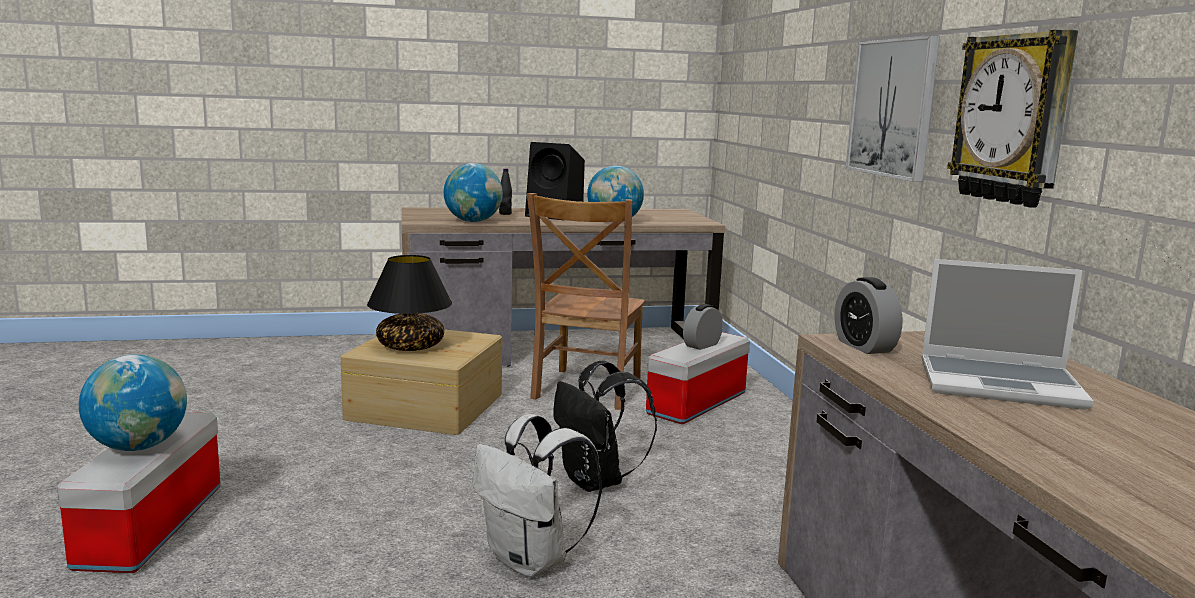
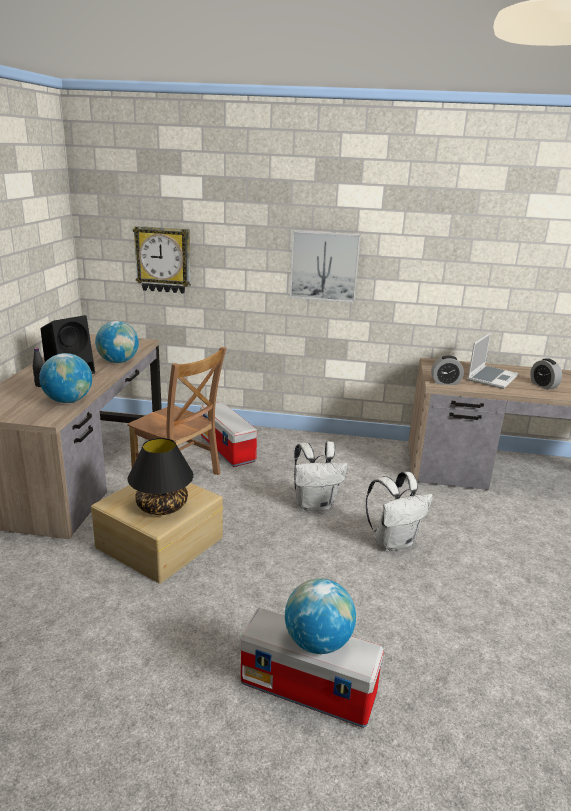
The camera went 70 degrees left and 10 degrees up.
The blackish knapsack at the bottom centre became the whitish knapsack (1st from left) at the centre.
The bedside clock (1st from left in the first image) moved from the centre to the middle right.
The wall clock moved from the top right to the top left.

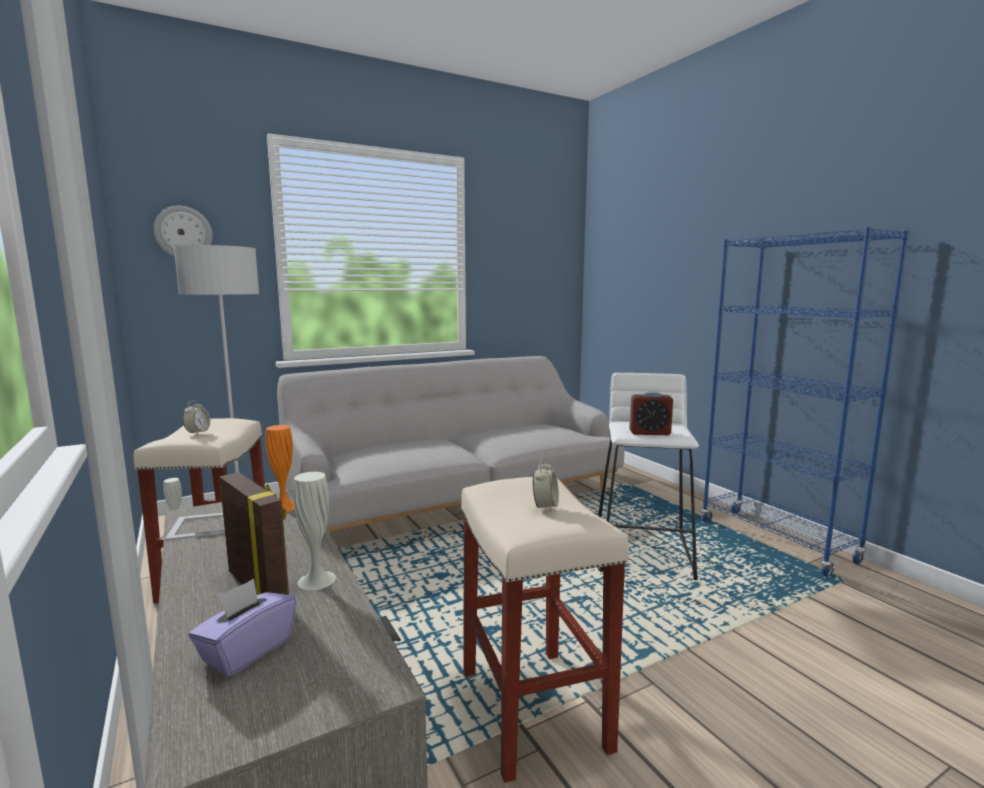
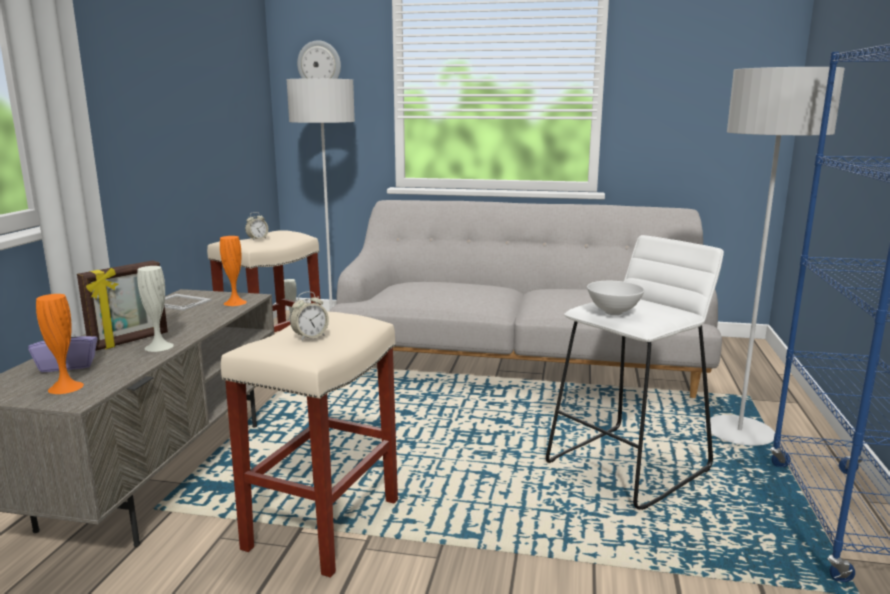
The camera went 40 degrees right and 5 degrees up.
The photo frame (2nd from left in the first image) at the bottom left turned 45 degrees clockwise.
The bedside clock (3rd from left) at the centre was replaced by the whitish bowl at the middle right.
The orange-coloured flower vase (1st from left) at the middle left appeared.
The gray floor lamp (2nd from left) at the middle right appeared.

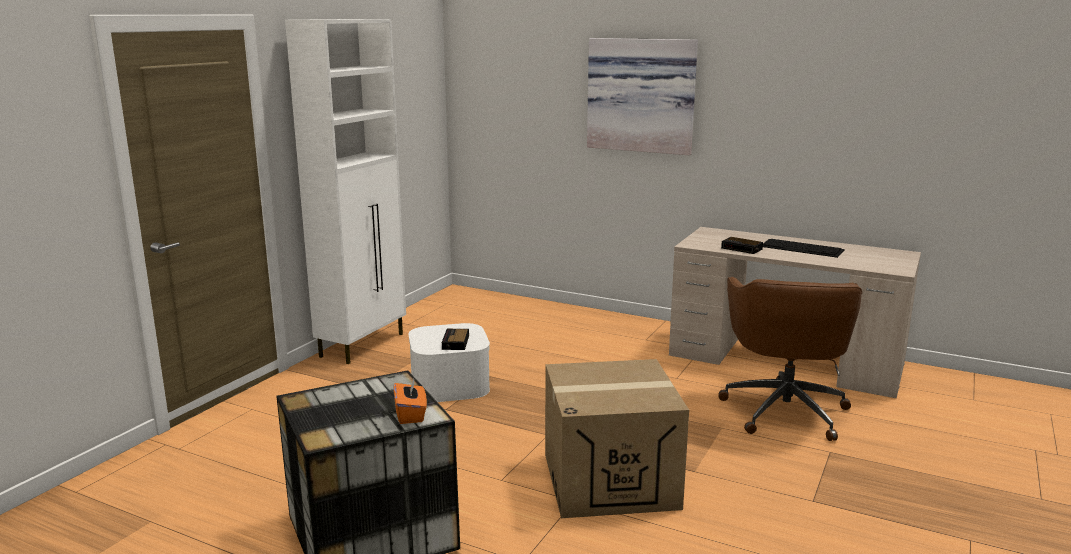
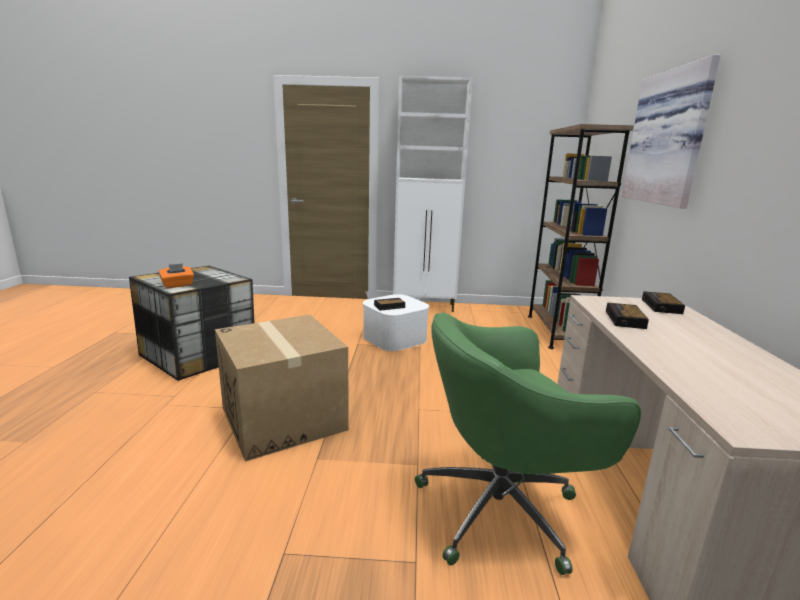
The camera went 65 degrees right and 0 degrees up.
The brownish desk chair at the middle right became the green desk chair at the bottom centre.
The PC keyboard at the middle right disappeared.
The brownish bookshelf at the middle right appeared.
The bedside clock (3rd from left) at the middle right appeared.

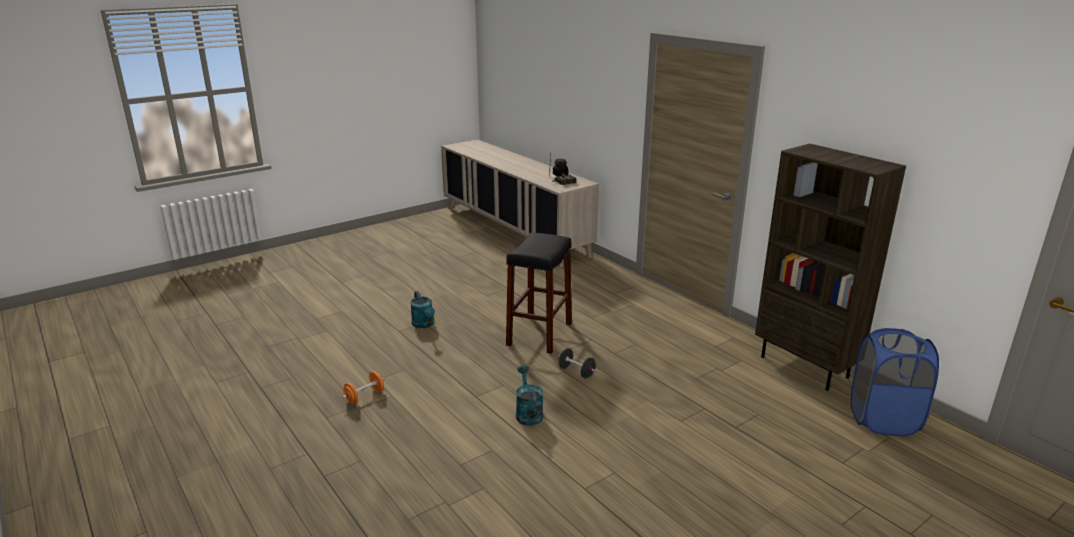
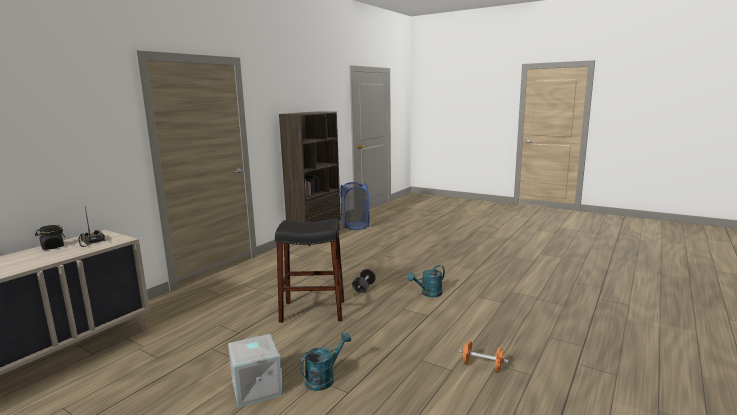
The camera went 110 degrees left and 10 degrees down.
The gray storage bin at the bottom centre appeared.

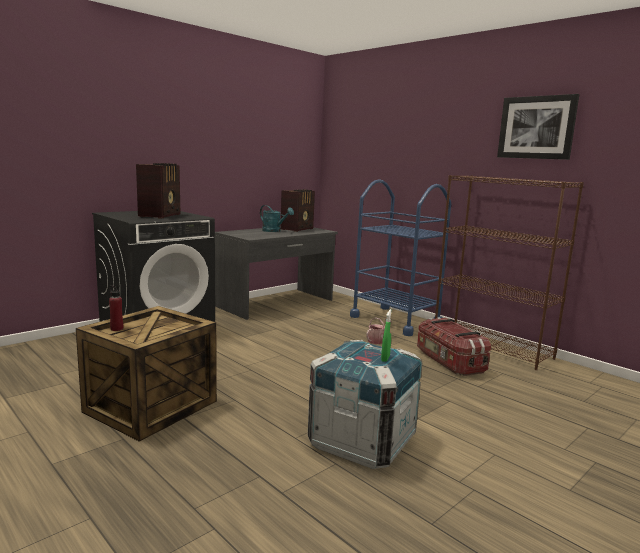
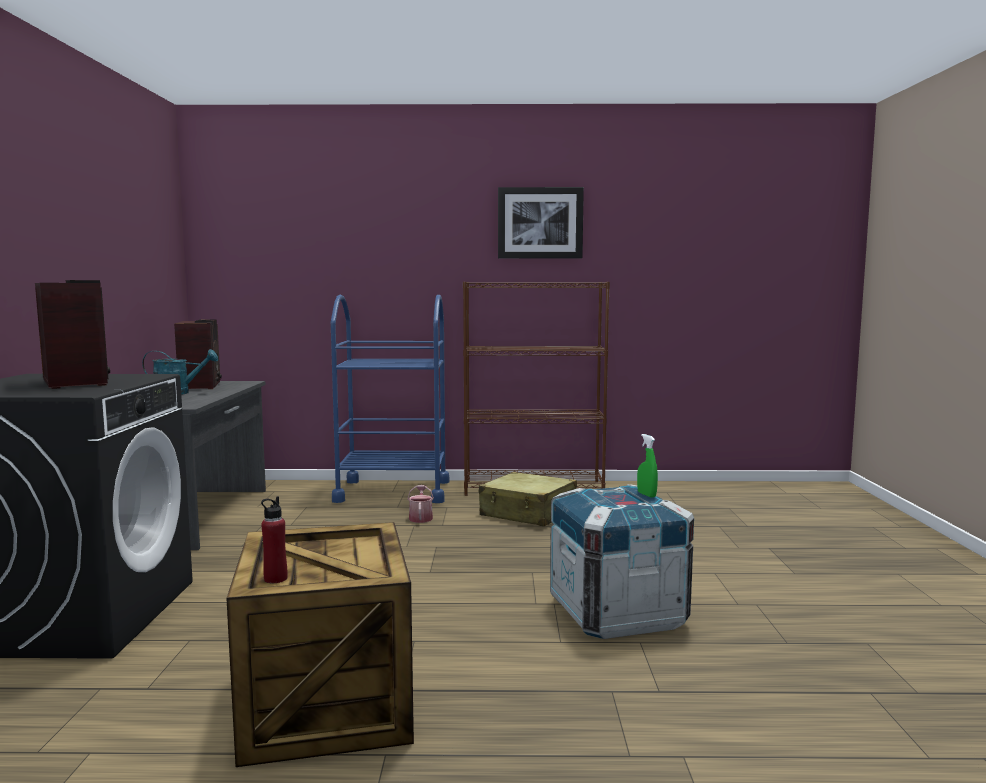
The camera went 45 degrees left and 5 degrees down.
The storage bin at the middle right was replaced by the sand-coloured travel case at the centre.

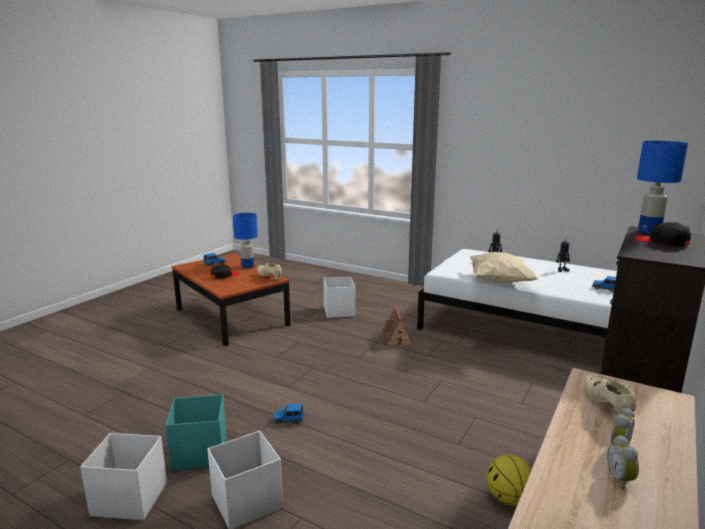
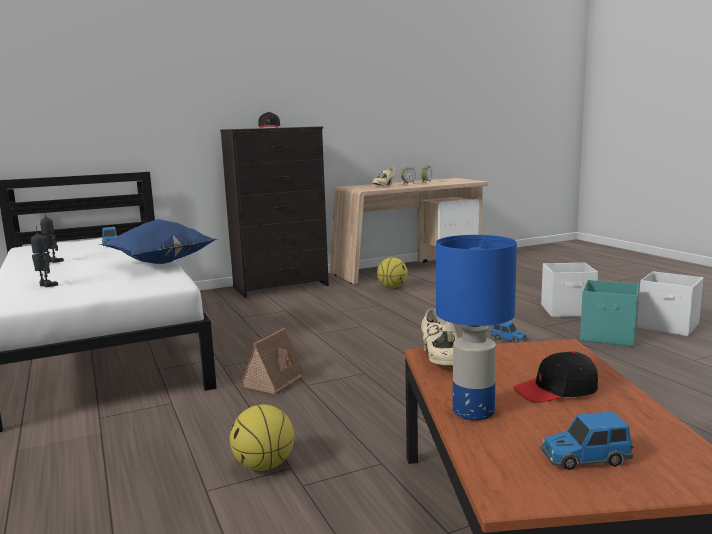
The camera went 145 degrees left and 5 degrees down.
The whitish storage bin (3rd from left) at the centre was replaced by the basketball (1st from left) at the bottom centre.
The sand-coloured cushion at the middle right became the bluish cushion at the middle left.
The bluish table lamp (2nd from left) at the middle right disappeared.

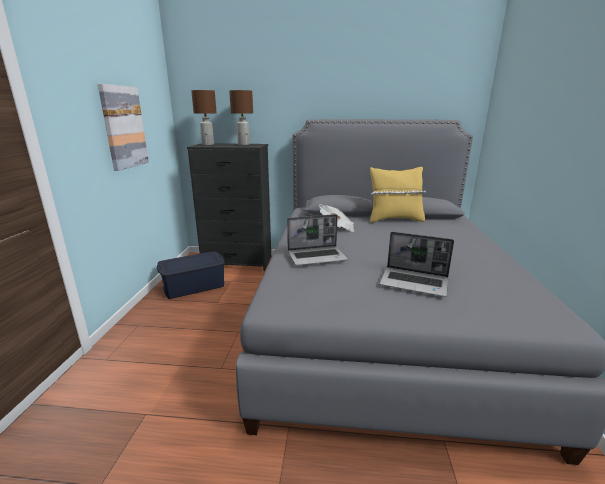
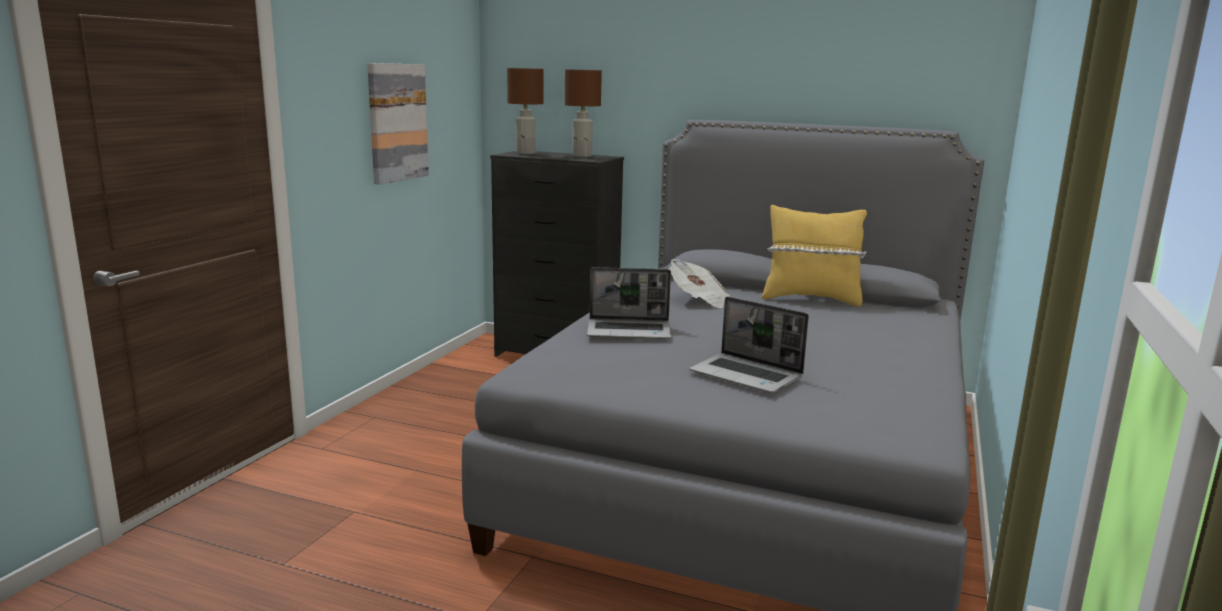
The camera went 15 degrees right and 5 degrees down.
The bluish storage bin at the middle left disappeared.

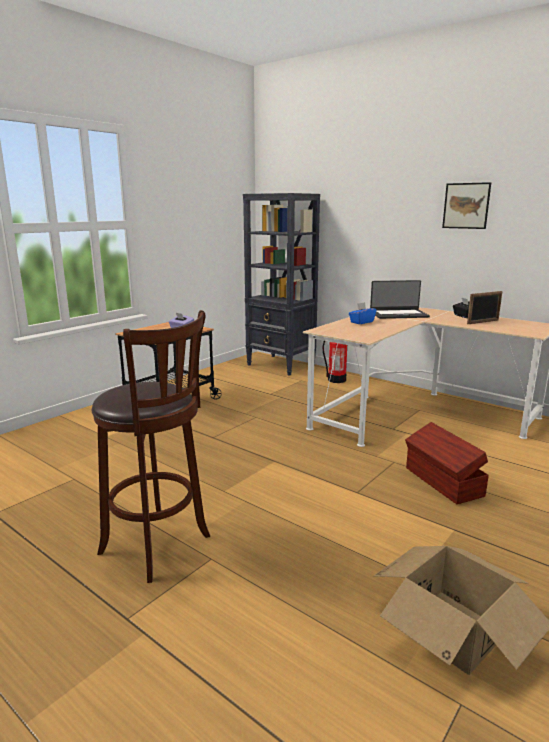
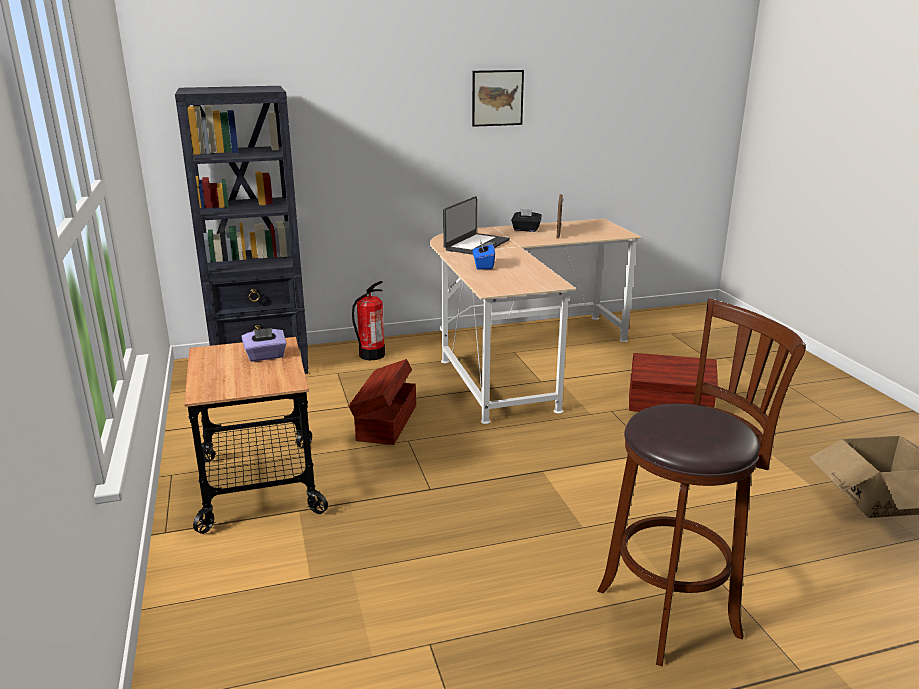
The camera went 55 degrees left and 5 degrees up.
The brownish storage bin (1st from left) at the centre appeared.

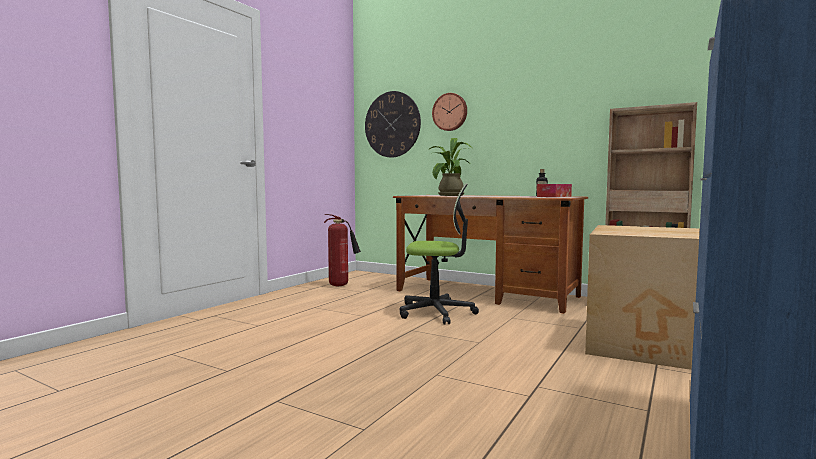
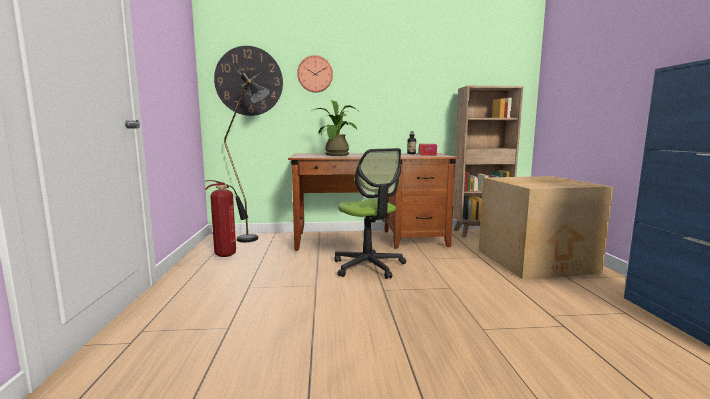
The camera went 35 degrees left and 5 degrees up.
The desk chair at the centre turned 90 degrees clockwise.
The blackish floor lamp at the centre appeared.

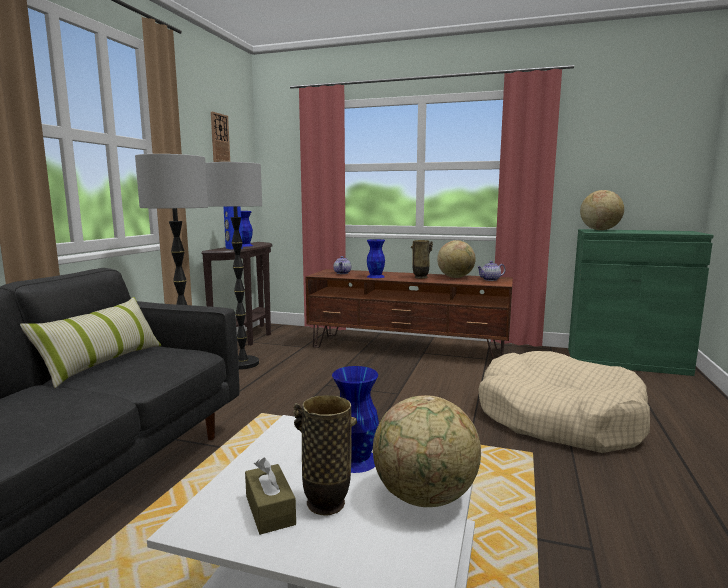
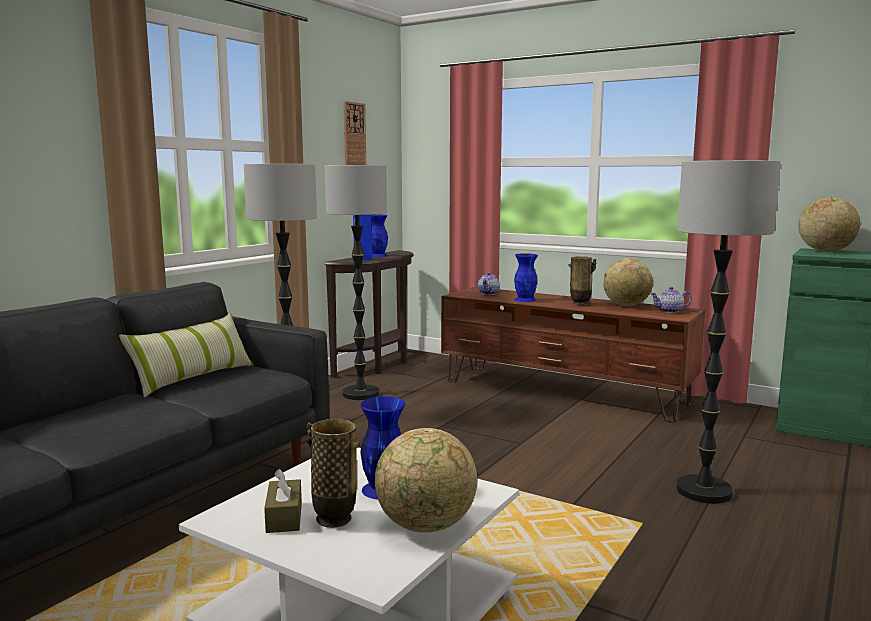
The camera went 15 degrees right and 0 degrees up.
The sand-coloured pet bed at the bottom right was replaced by the floor lamp (3rd from left) at the middle right.

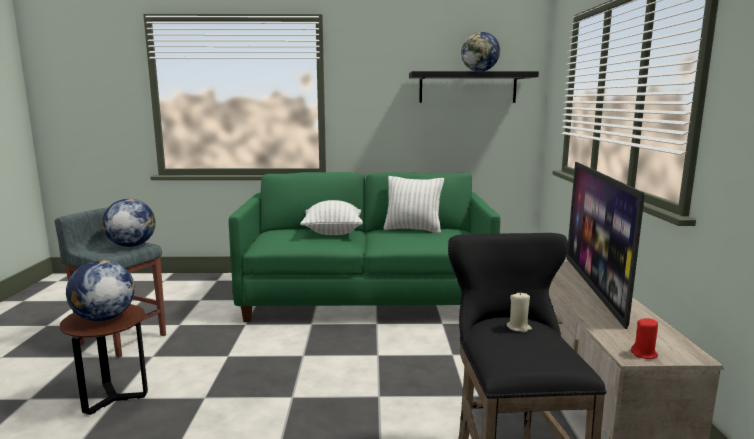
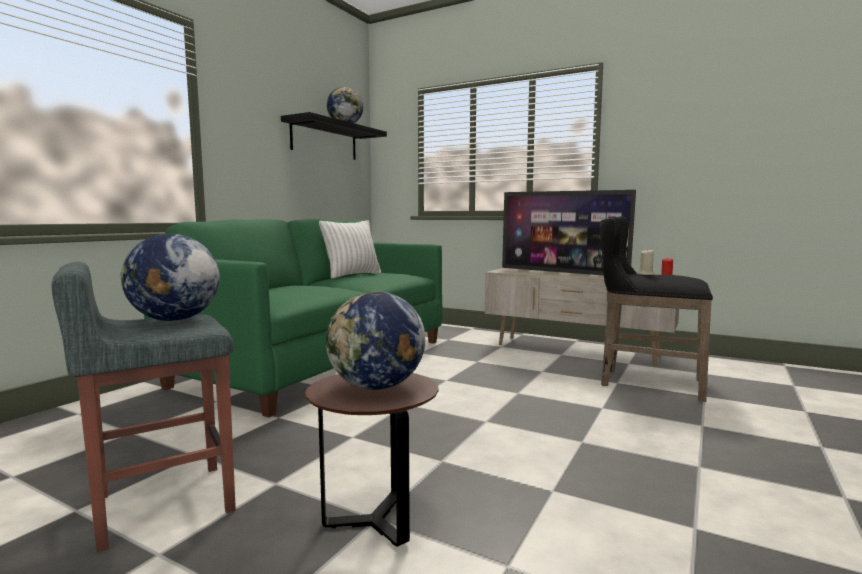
The camera went 60 degrees left and 5 degrees down.
The whitish cushion (1st from left) at the centre disappeared.

